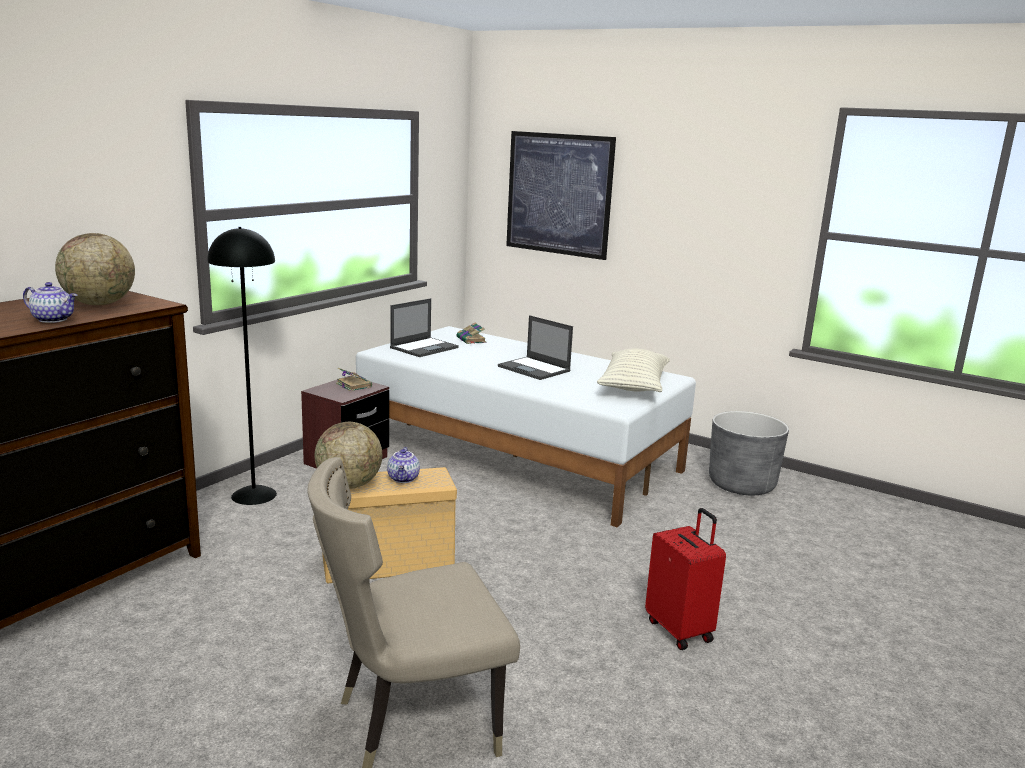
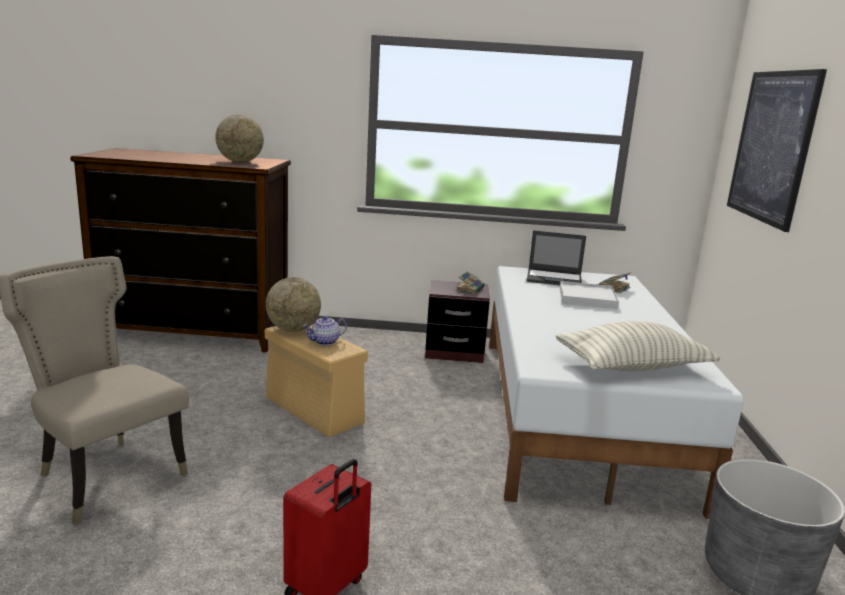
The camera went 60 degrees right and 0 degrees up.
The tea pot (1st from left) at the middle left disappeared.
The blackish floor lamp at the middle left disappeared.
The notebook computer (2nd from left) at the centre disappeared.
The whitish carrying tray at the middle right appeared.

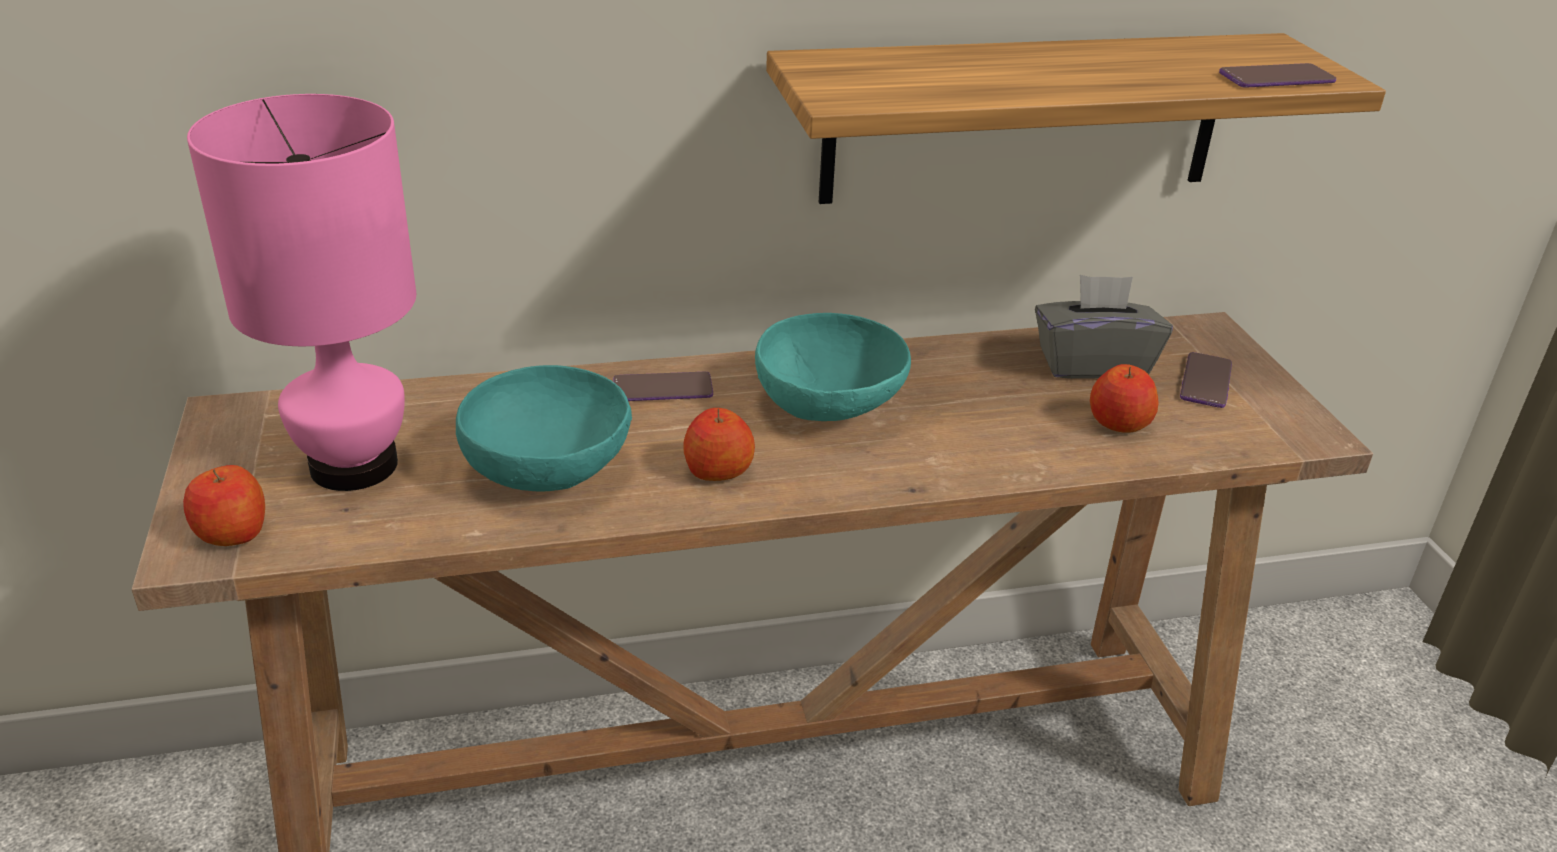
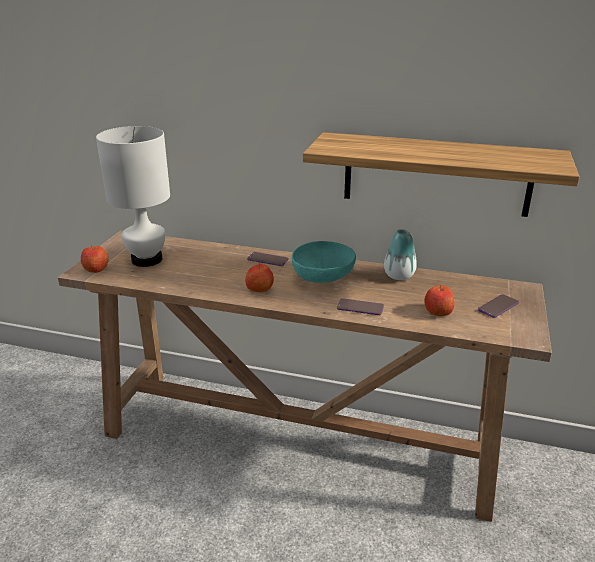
The camera went 30 degrees right and 5 degrees down.
The pink table lamp at the middle left became the whitish table lamp at the middle left.
The turquoise bowl (1st from left) at the centre disappeared.
The gray tissue holder at the middle right disappeared.
The handset (3rd from left in the first image) moved from the top right to the centre.
The flower vase at the middle right appeared.

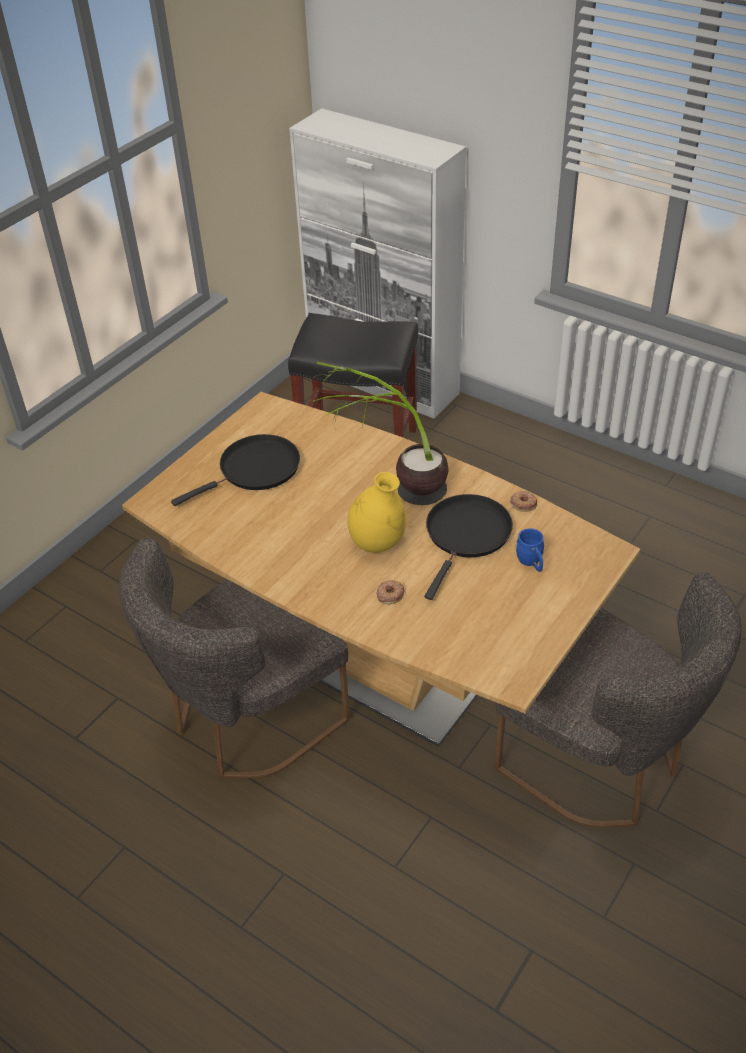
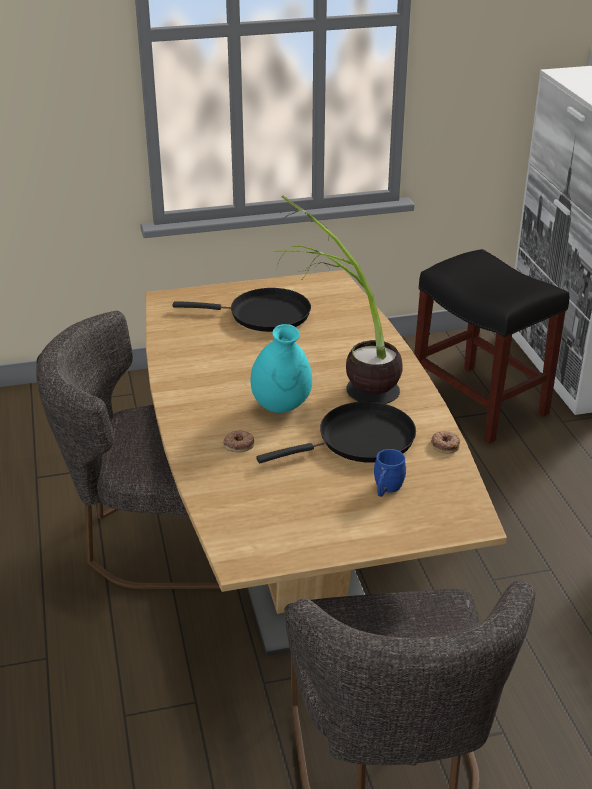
The camera went 40 degrees right and 10 degrees down.
The yellowish flower vase at the centre became the turquoise flower vase at the centre.

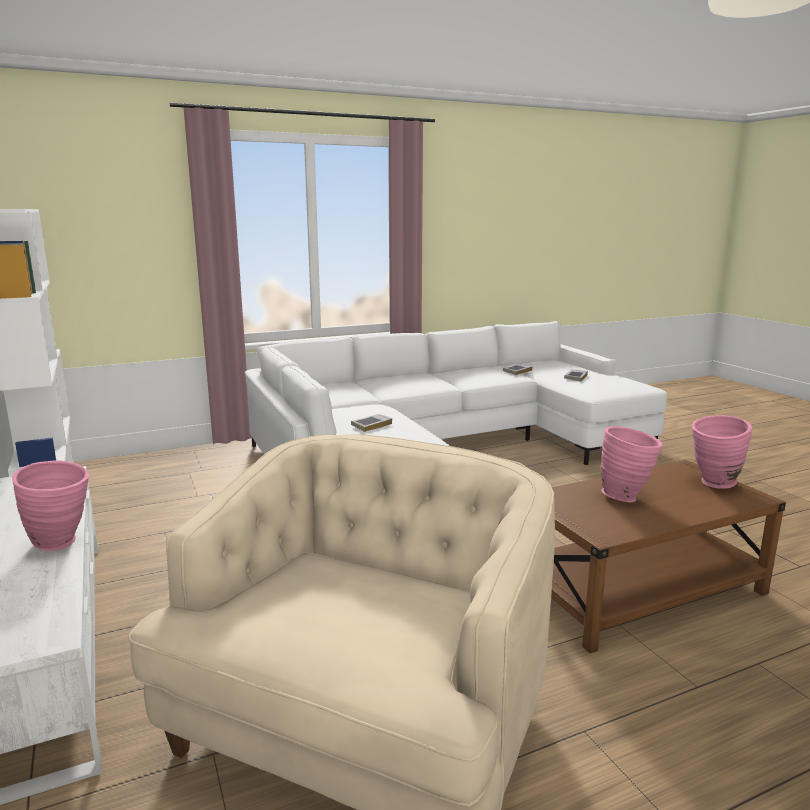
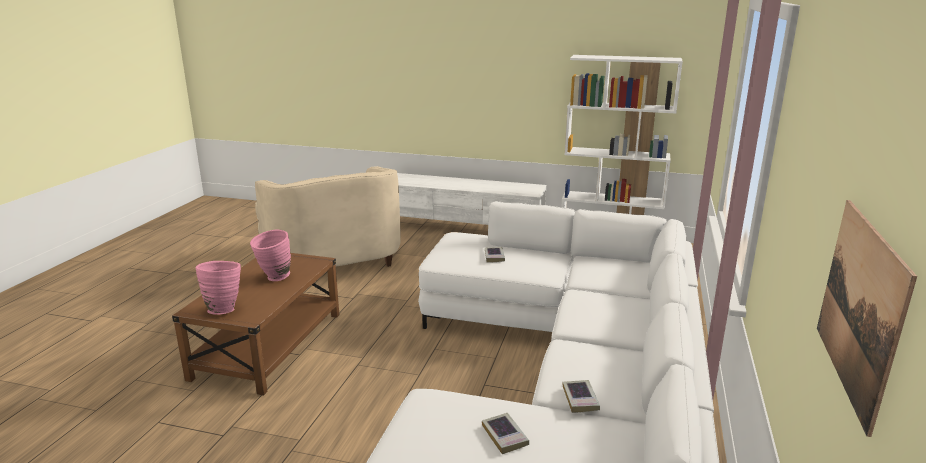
The camera went 130 degrees right and 5 degrees up.
The pink flower vase (1st from left) at the middle left disappeared.
The wall art at the bottom right appeared.

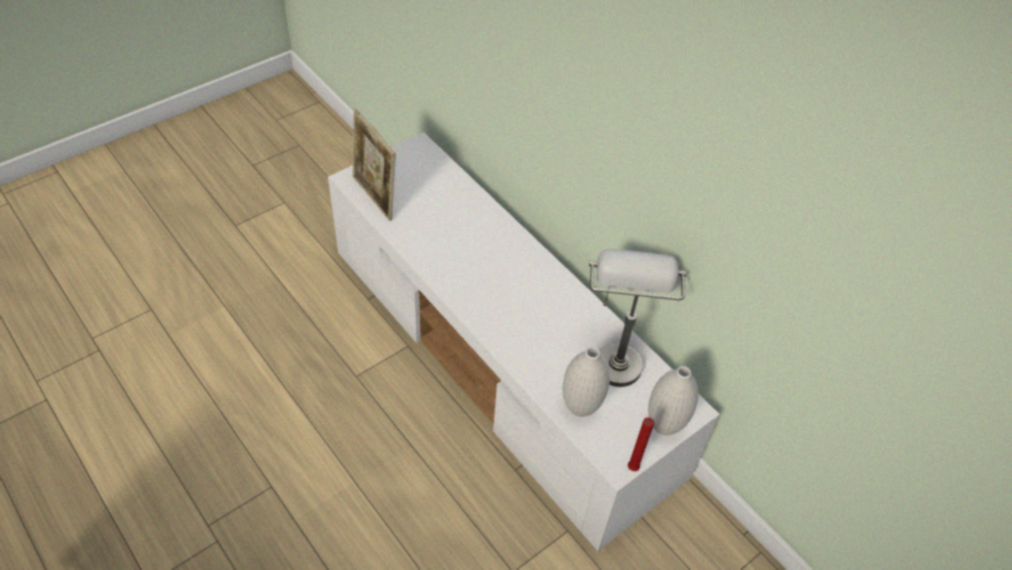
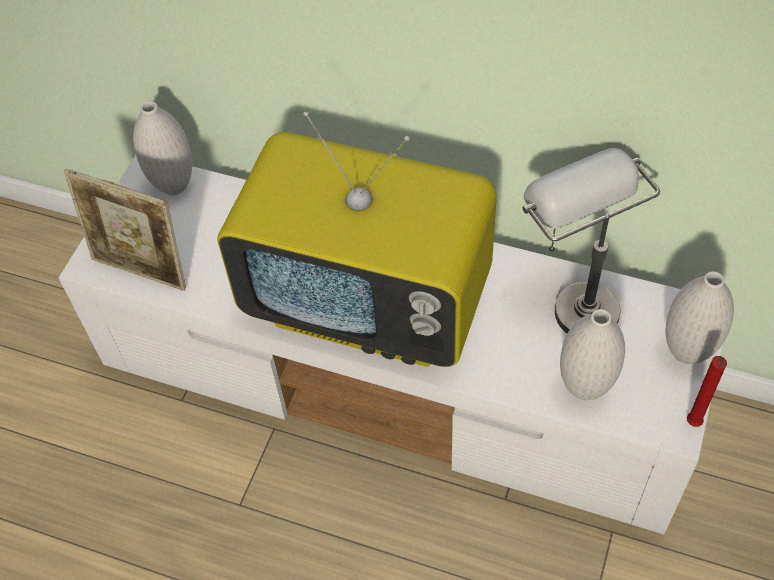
The camera went 25 degrees left and 5 degrees up.
The whitish flower vase (1st from left) at the top left appeared.
The television at the centre appeared.

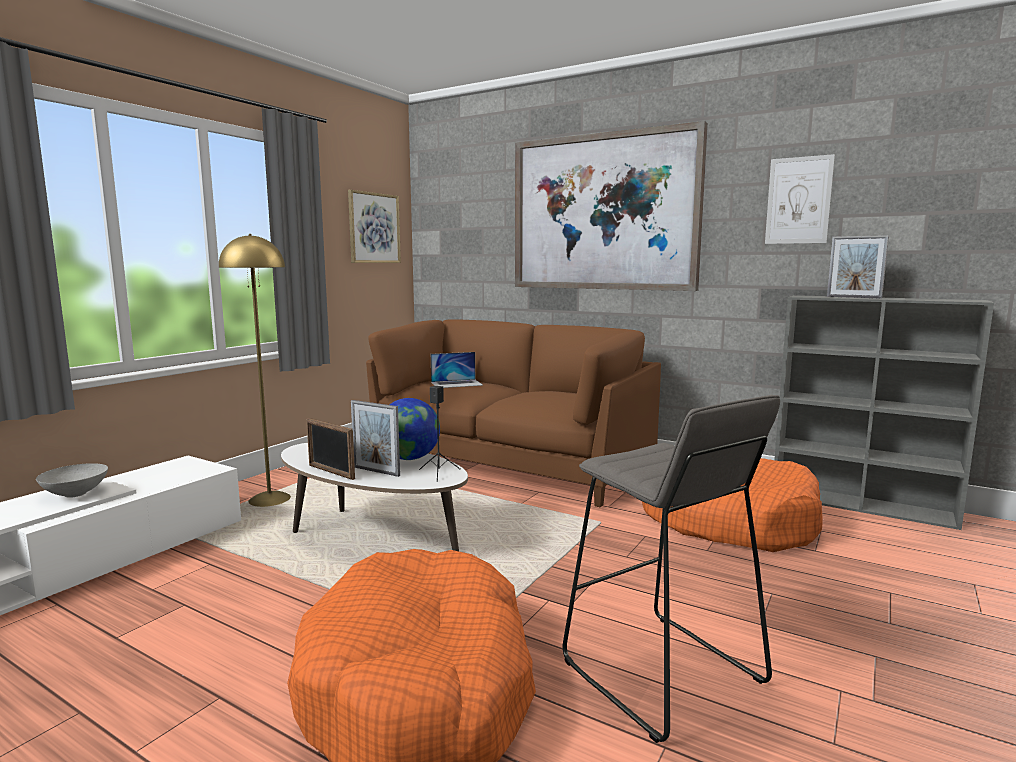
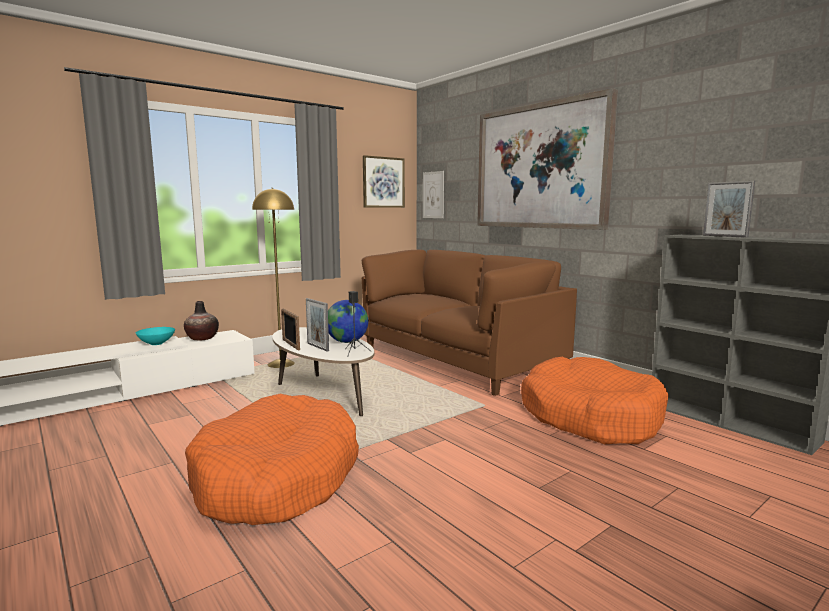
The camera went 20 degrees right and 0 degrees up.
The gray bowl at the middle left became the turquoise bowl at the middle left.
The notebook computer at the centre disappeared.
The gray stool seat at the bottom centre disappeared.
The wall art (3rd from left in the first image) moved from the top right to the top centre.
The flower vase at the middle left appeared.

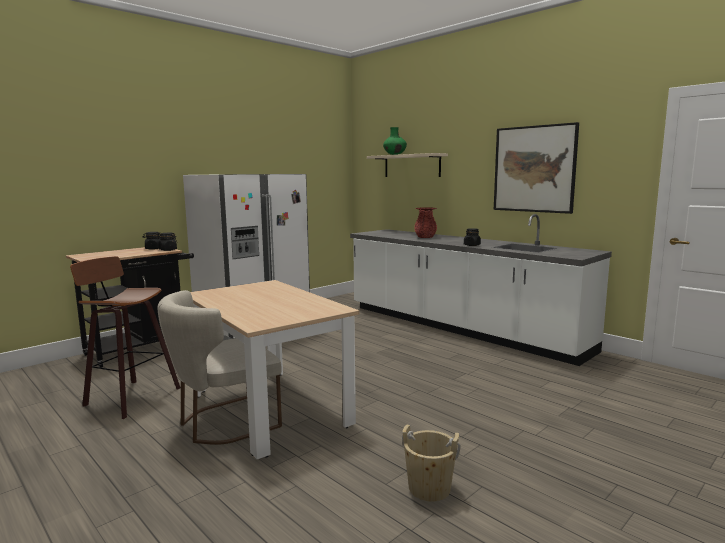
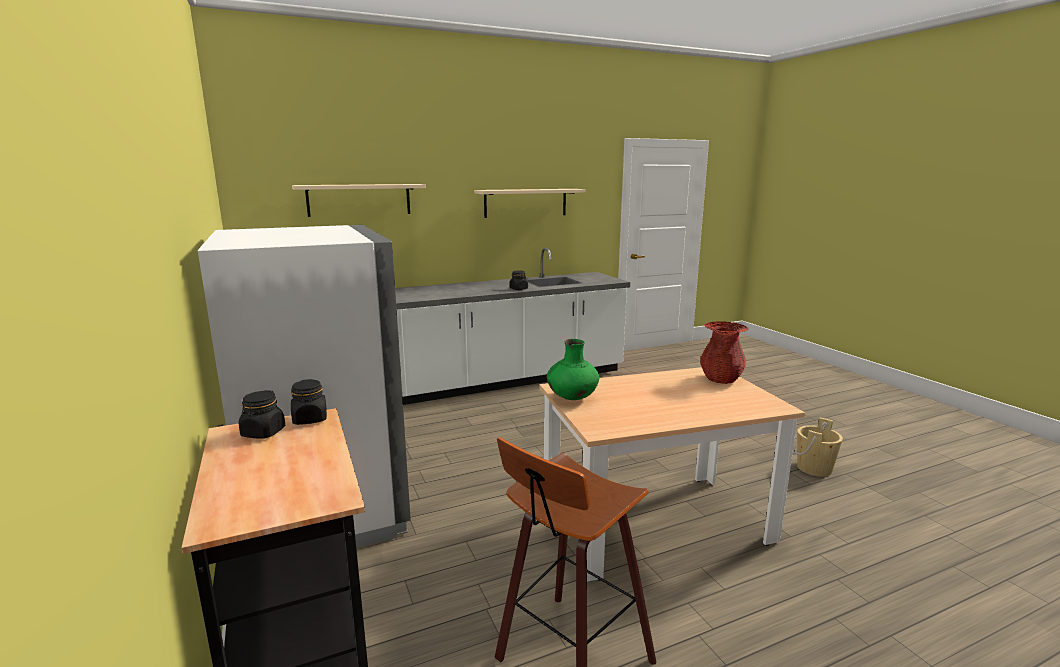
The camera went 70 degrees left and 5 degrees up.
The sand-coloured plain chair at the bottom left disappeared.
The green flower vase moved from the top centre to the centre.
The reddish flower vase moved from the centre to the middle right.
The wall art at the top right was replaced by the sand-coloured shelf (2nd from left) at the top centre.

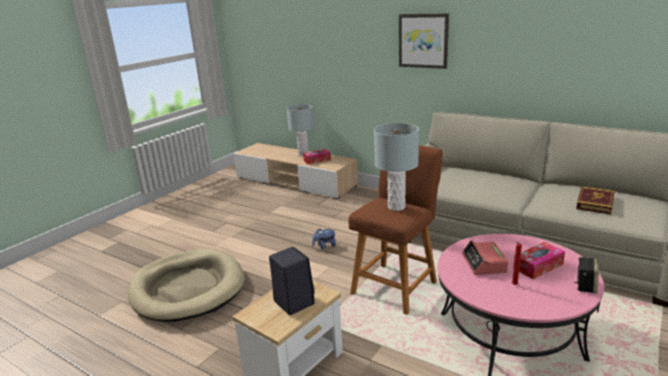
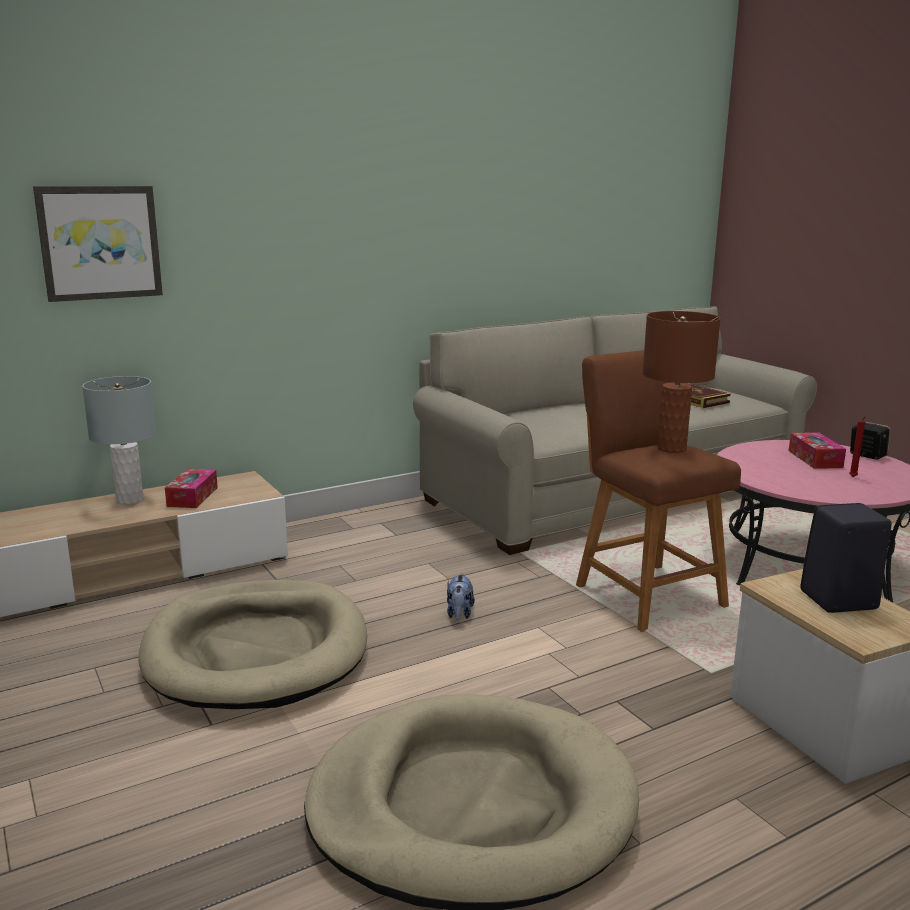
The camera went 65 degrees left and 5 degrees down.
The gray table lamp (2nd from left) at the centre became the brownish table lamp at the middle right.
The wall art moved from the top centre to the top left.
The bedside clock at the bottom right disappeared.
The sand-coloured pet bed (1st from left) at the bottom left appeared.

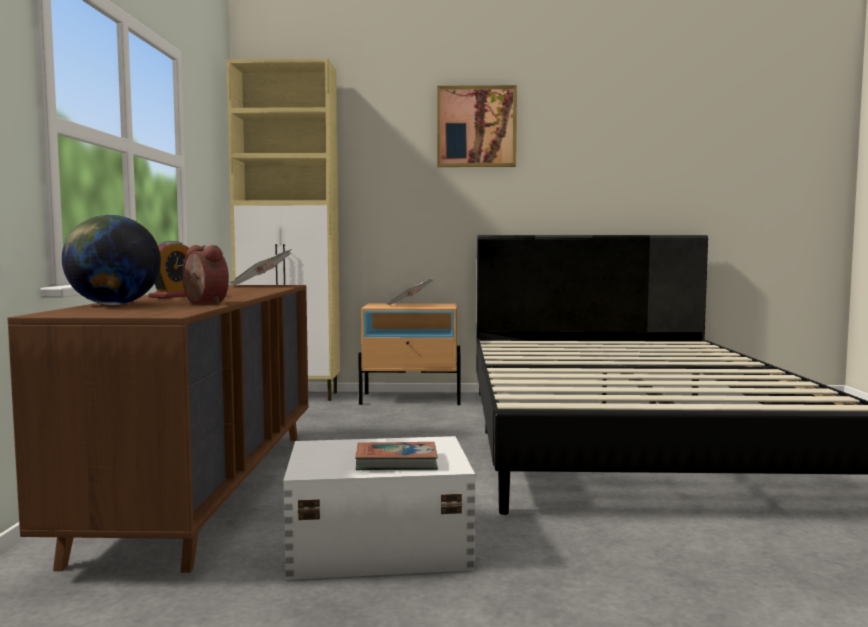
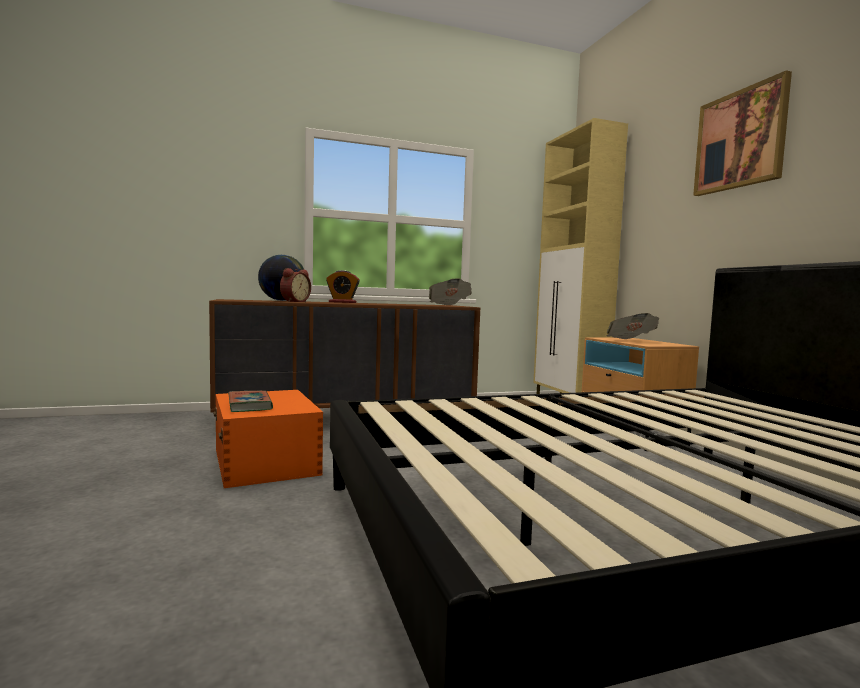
The camera went 70 degrees right and 0 degrees up.
The whitish storage bin at the bottom centre became the orange-coloured storage bin at the middle left.

